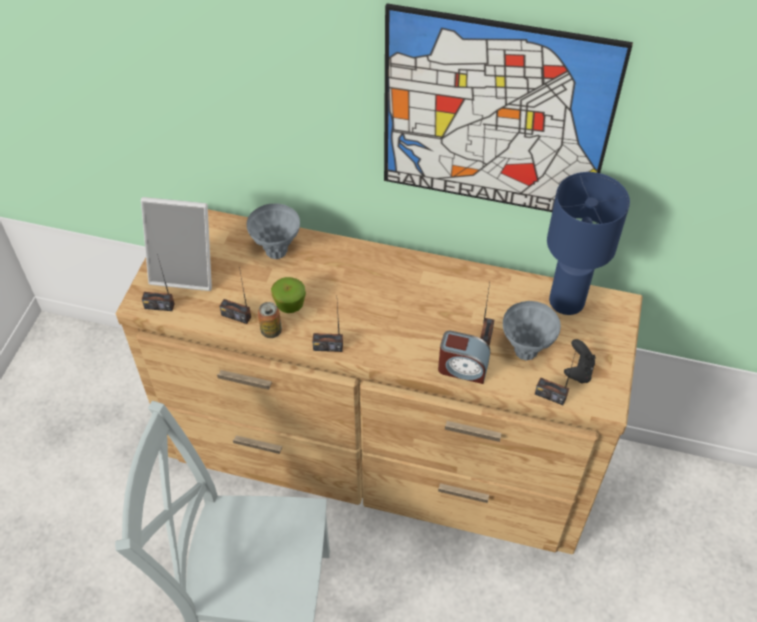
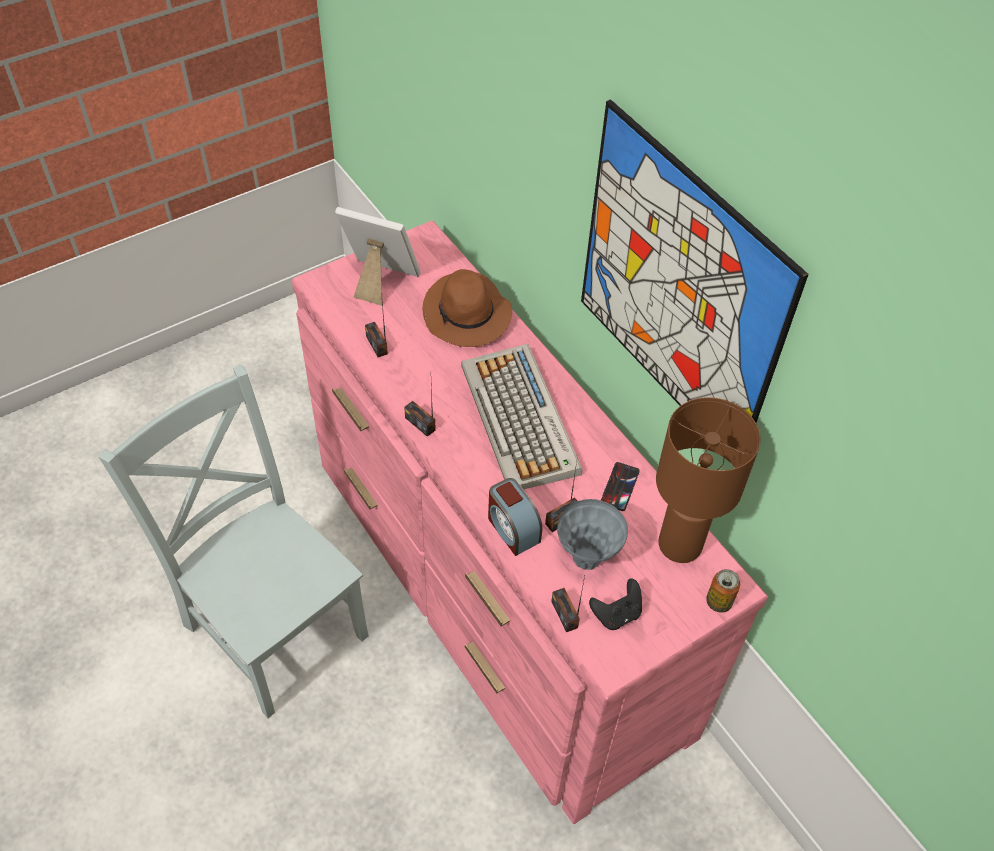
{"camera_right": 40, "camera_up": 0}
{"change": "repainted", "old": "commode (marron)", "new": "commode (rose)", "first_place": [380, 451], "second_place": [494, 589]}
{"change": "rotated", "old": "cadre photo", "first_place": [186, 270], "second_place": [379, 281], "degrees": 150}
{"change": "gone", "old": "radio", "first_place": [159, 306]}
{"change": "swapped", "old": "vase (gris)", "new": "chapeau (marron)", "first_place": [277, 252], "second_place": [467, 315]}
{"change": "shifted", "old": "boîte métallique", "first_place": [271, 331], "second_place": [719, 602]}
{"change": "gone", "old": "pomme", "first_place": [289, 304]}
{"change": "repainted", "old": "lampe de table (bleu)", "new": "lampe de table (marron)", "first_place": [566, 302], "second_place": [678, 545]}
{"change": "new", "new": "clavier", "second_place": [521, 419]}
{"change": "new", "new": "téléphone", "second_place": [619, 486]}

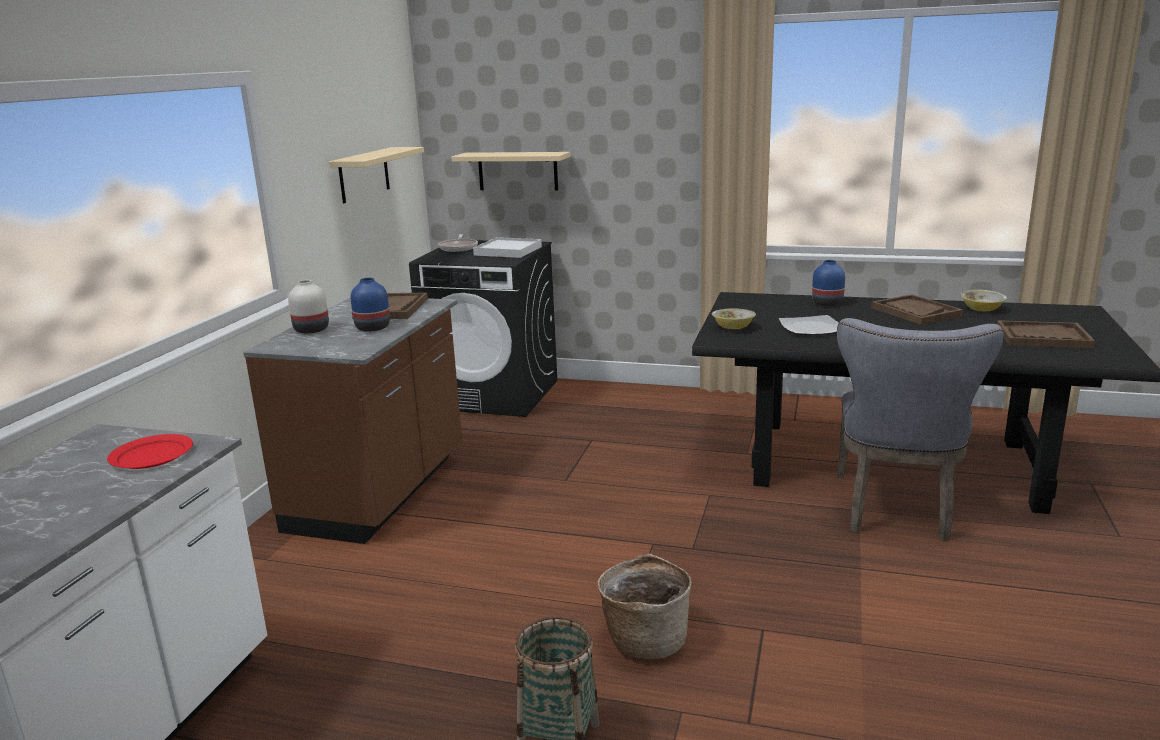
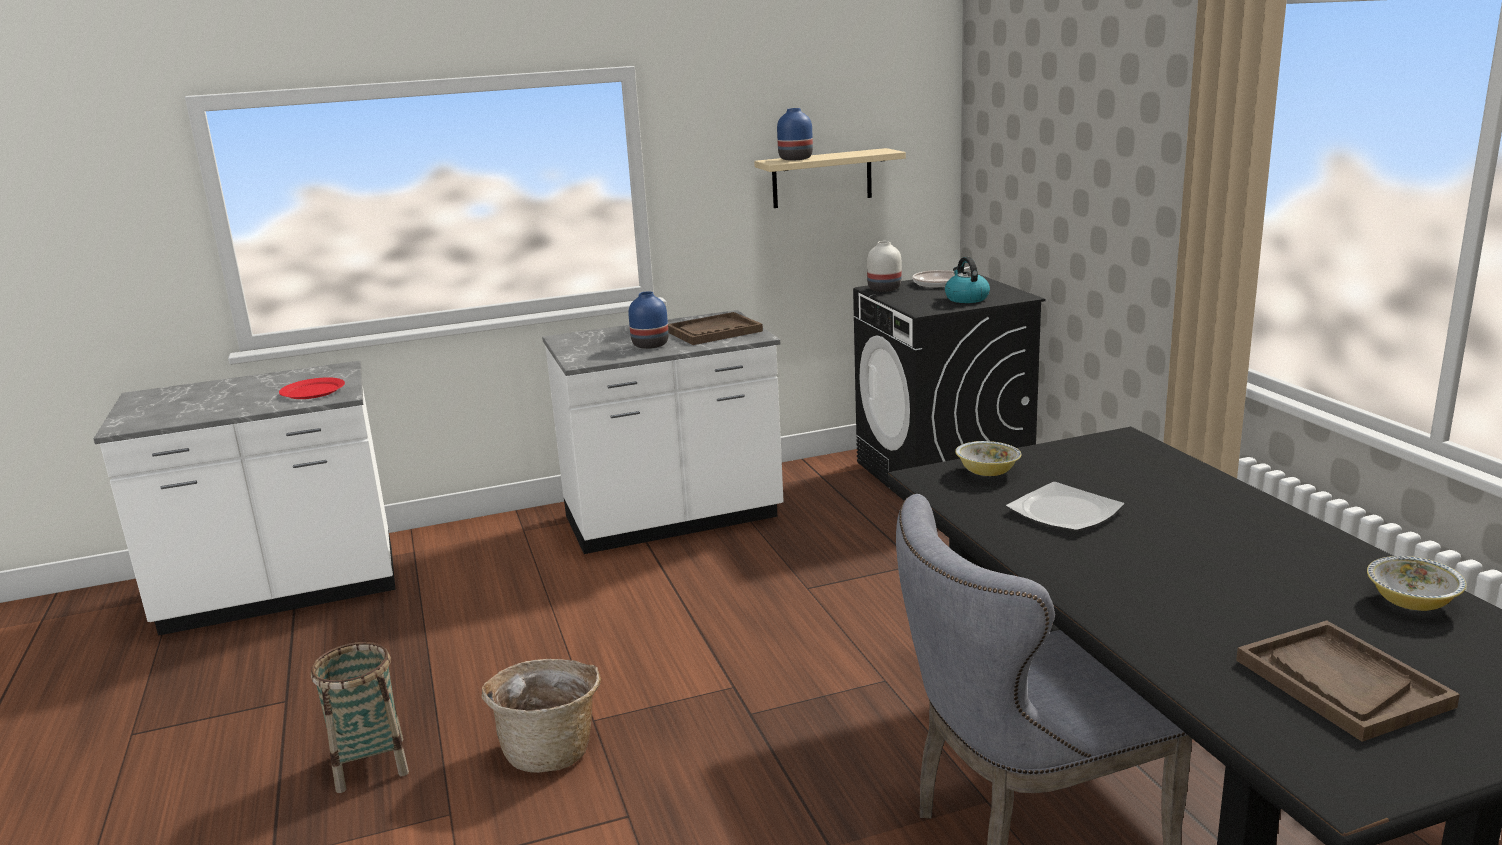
{"camera_right": 55, "camera_up": 0}
{"change": "repainted", "old": "comptoir de cuisine (marron)", "new": "comptoir de cuisine (blanc)", "first_place": [380, 493], "second_place": [673, 520]}
{"change": "shifted", "old": "vase (blanc)", "first_place": [312, 330], "second_place": [884, 289]}
{"change": "gone", "old": "étagère (beige)", "first_place": [517, 171]}
{"change": "swapped", "old": "plateau (blanc)", "new": "bouilloire", "first_place": [508, 251], "second_place": [966, 298]}
{"change": "shifted", "old": "vase (bleu)", "first_place": [826, 303], "second_place": [795, 158]}
{"change": "gone", "old": "plateau (marron)", "first_place": [915, 312]}

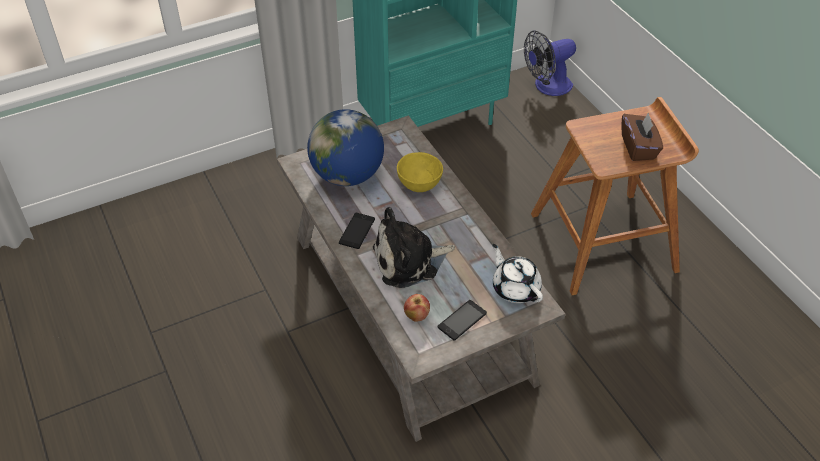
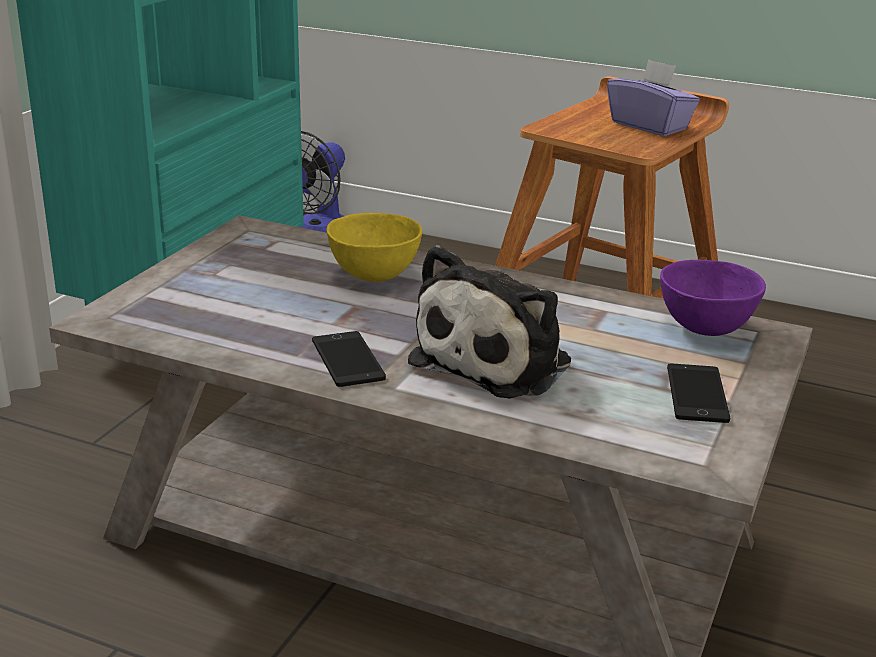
{"camera_right": -40, "camera_up": -20}
{"change": "gone", "old": "globe", "first_place": [347, 175]}
{"change": "gone", "old": "pomme", "first_place": [416, 316]}
{"change": "swapped", "old": "théière (blanc)", "new": "bol (violet)", "first_place": [515, 288], "second_place": [704, 328]}
{"change": "repainted", "old": "boîte à mouchoirs (marron)", "new": "boîte à mouchoirs (violet)", "first_place": [638, 148], "second_place": [649, 126]}

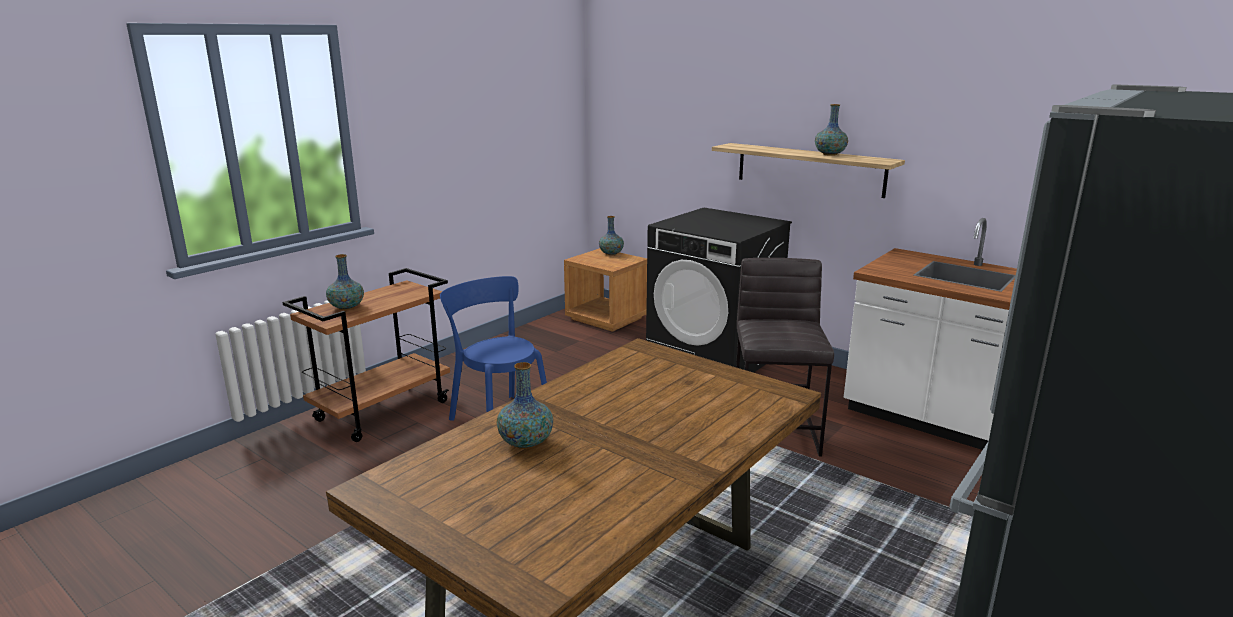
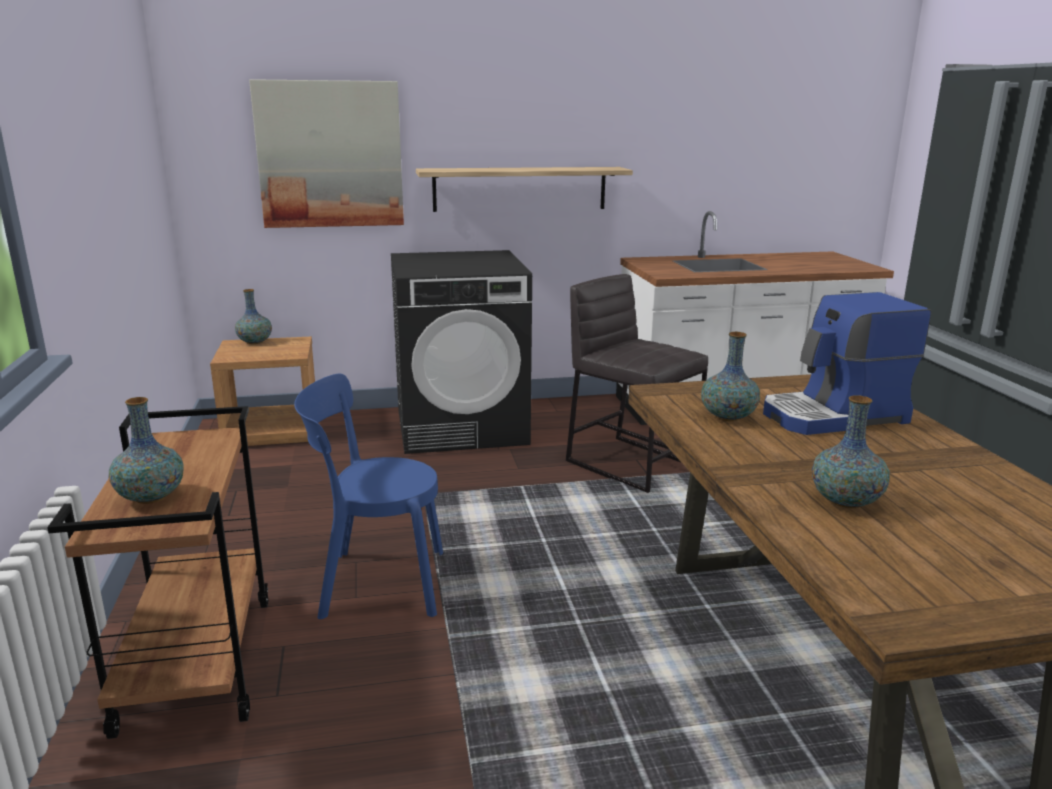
{"camera_right": -50, "camera_up": 0}
{"change": "shifted", "old": "vase", "first_place": [829, 154], "second_place": [727, 417]}
{"change": "new", "new": "tableau", "second_place": [330, 155]}
{"change": "new", "new": "machine à café", "second_place": [834, 416]}

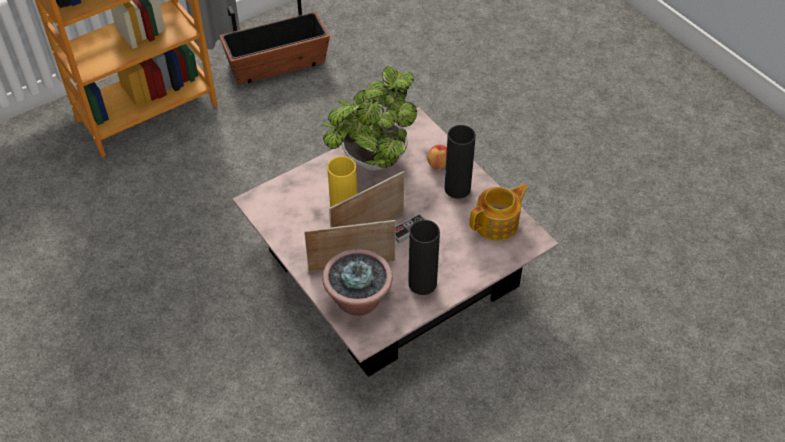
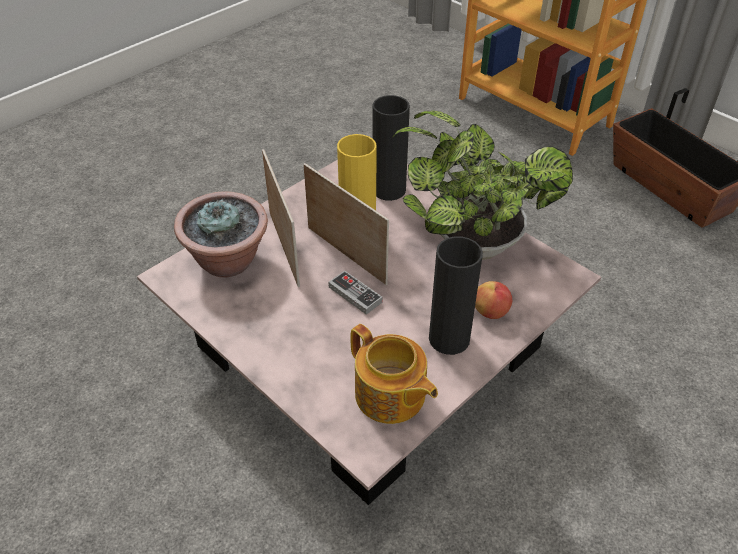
{"camera_right": 80, "camera_up": -5}
{"change": "shifted", "old": "vase (noir)", "first_place": [422, 283], "second_place": [389, 190]}

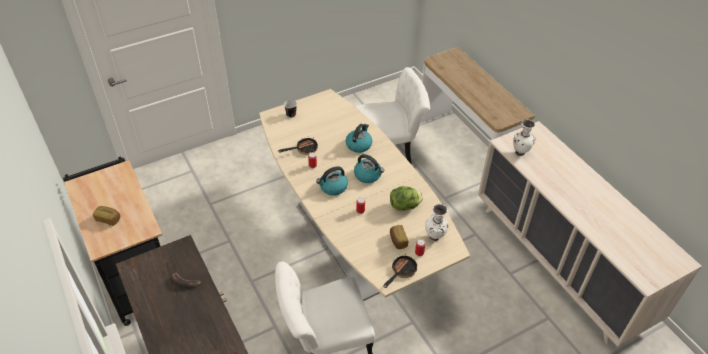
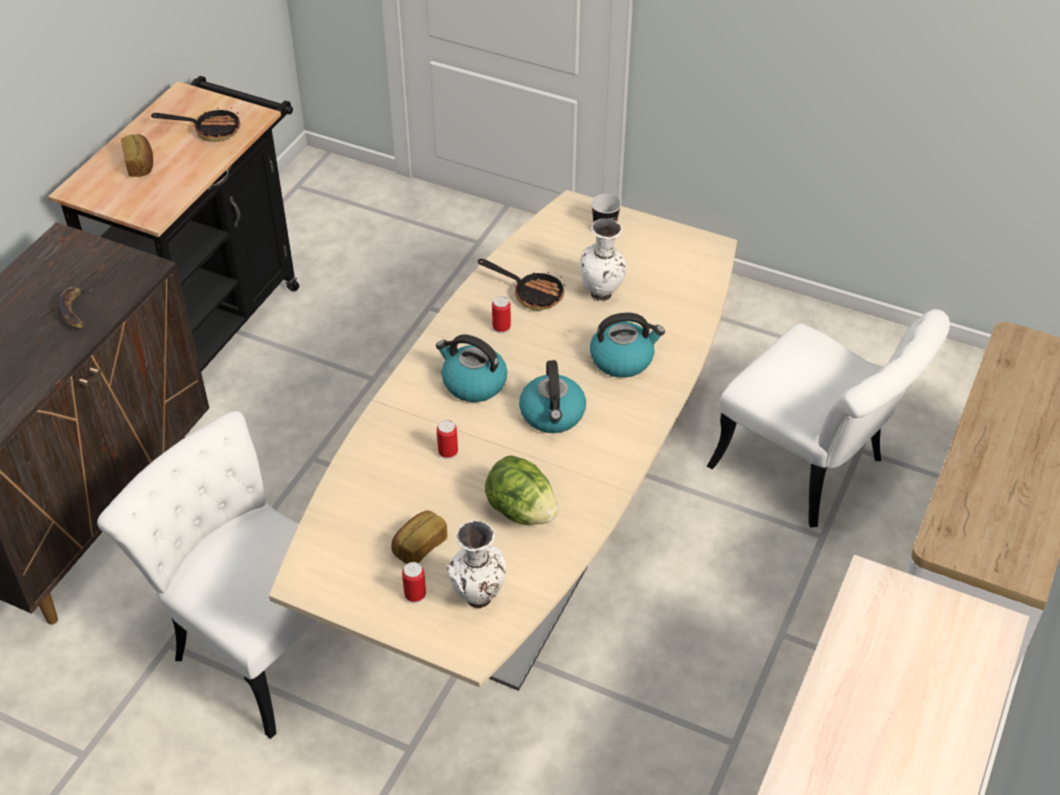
{"camera_right": 55, "camera_up": 0}
{"change": "shifted", "old": "poêle", "first_place": [401, 271], "second_place": [210, 130]}
{"change": "shifted", "old": "vase (blanc)", "first_place": [520, 152], "second_place": [602, 295]}

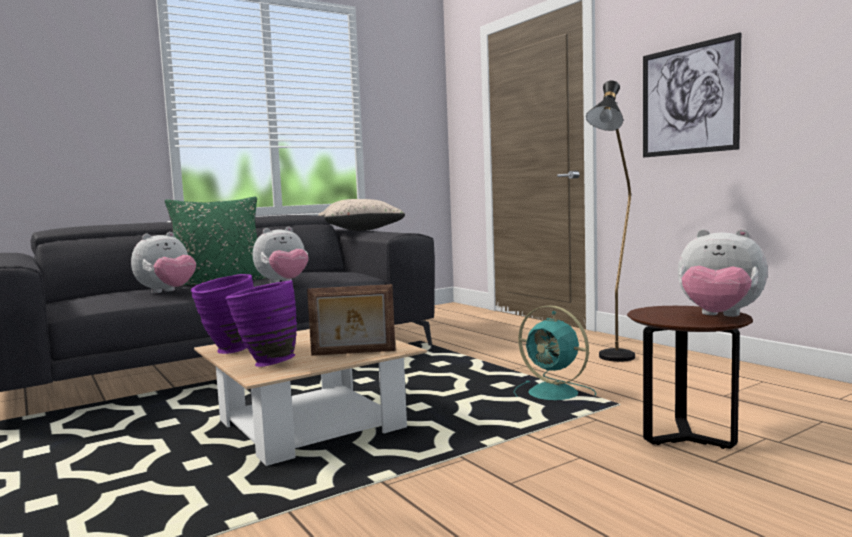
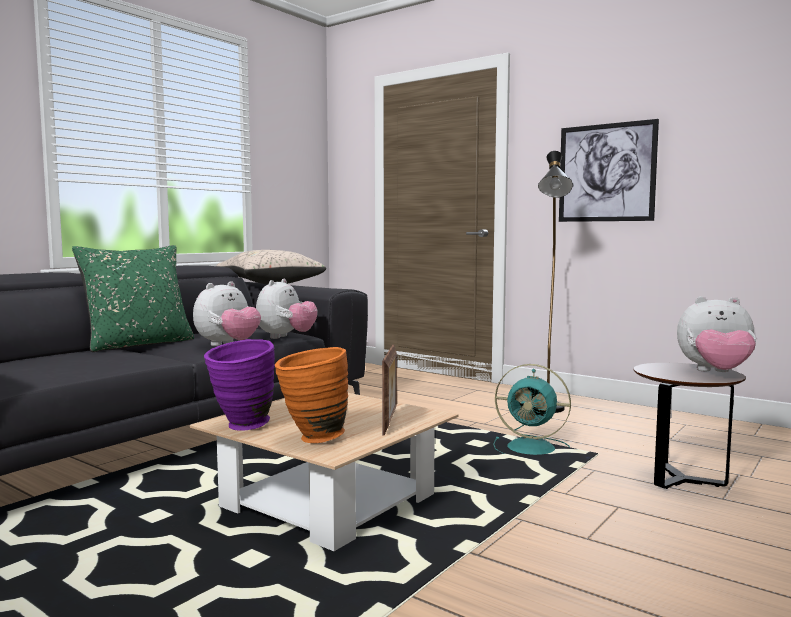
{"camera_right": -20, "camera_up": 0}
{"change": "shifted", "old": "peluche", "first_place": [167, 292], "second_place": [286, 337]}
{"change": "repainted", "old": "vase (violet)", "new": "vase (orange)", "first_place": [265, 363], "second_place": [312, 439]}
{"change": "rotated", "old": "cadre photo", "first_place": [353, 353], "second_place": [390, 421], "degrees": -60}

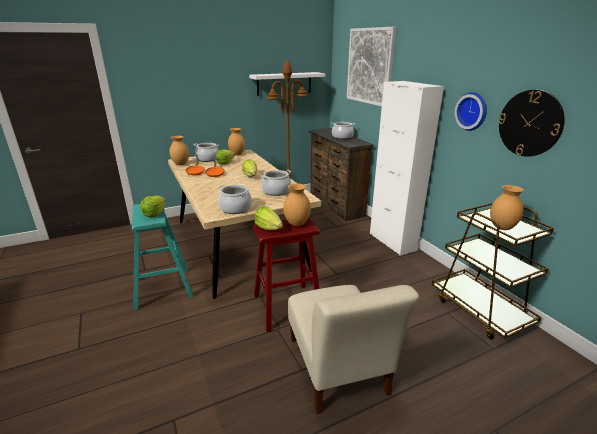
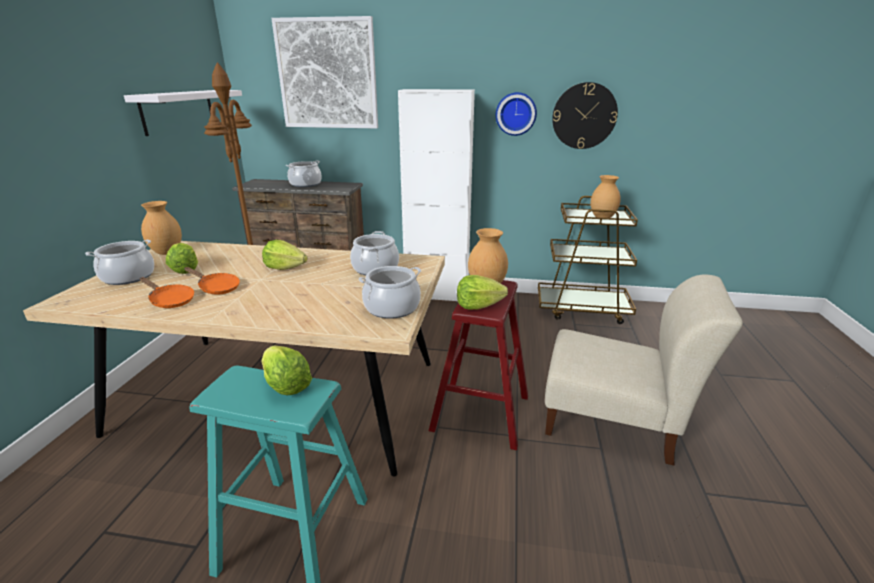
{"camera_right": -55, "camera_up": 0}
{"change": "gone", "old": "vase (marron)", "first_place": [181, 164]}

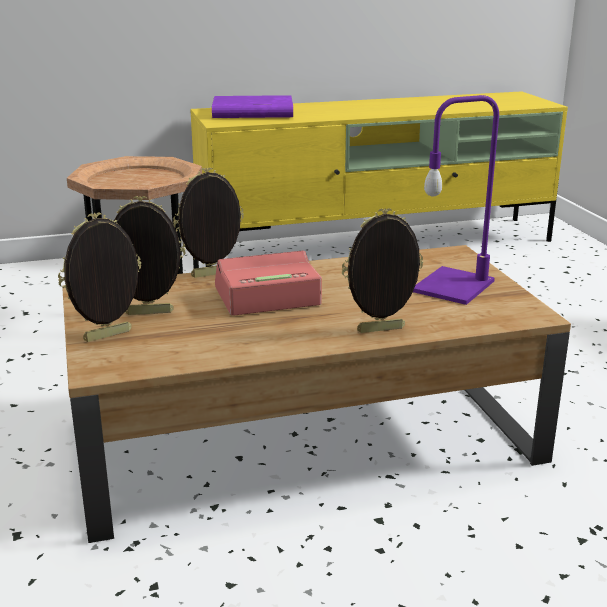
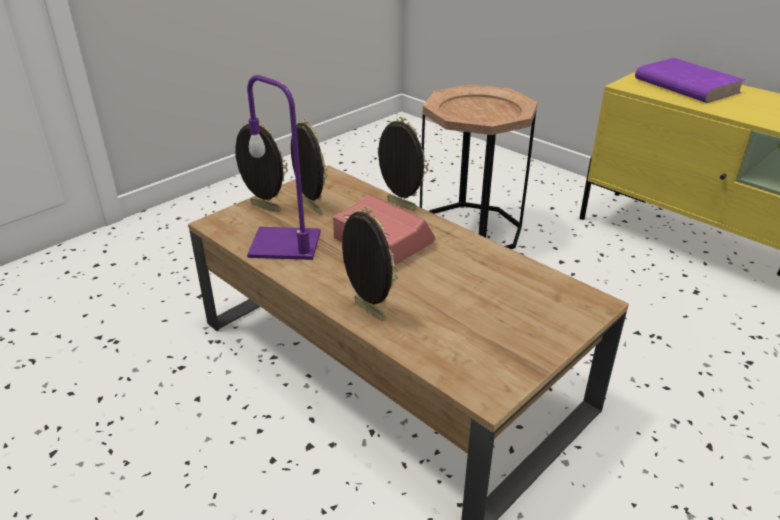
{"camera_right": 60, "camera_up": 10}
{"change": "shifted", "old": "lampe de table (violet)", "first_place": [453, 285], "second_place": [287, 243]}

